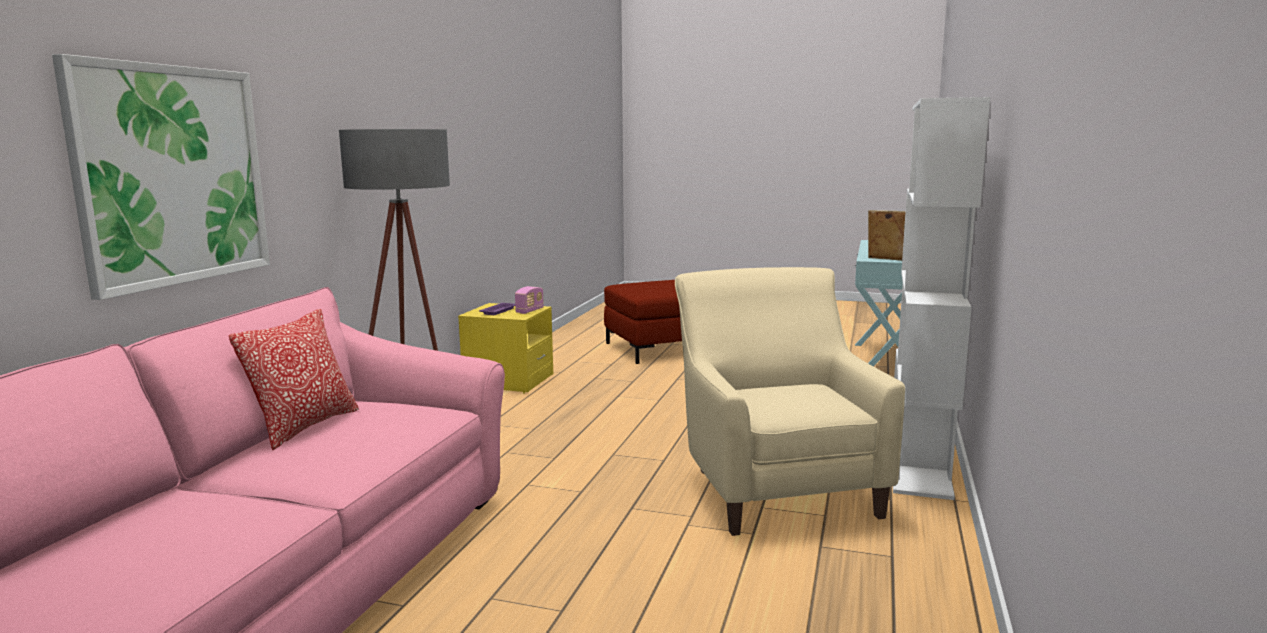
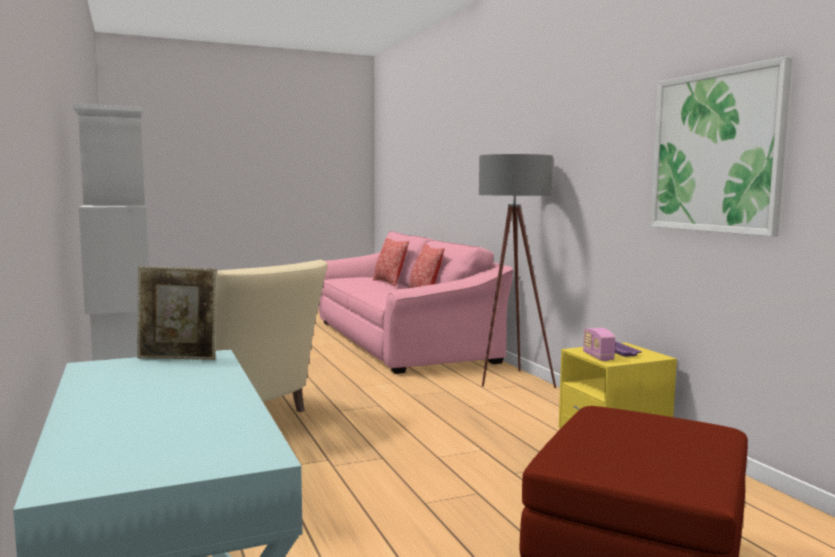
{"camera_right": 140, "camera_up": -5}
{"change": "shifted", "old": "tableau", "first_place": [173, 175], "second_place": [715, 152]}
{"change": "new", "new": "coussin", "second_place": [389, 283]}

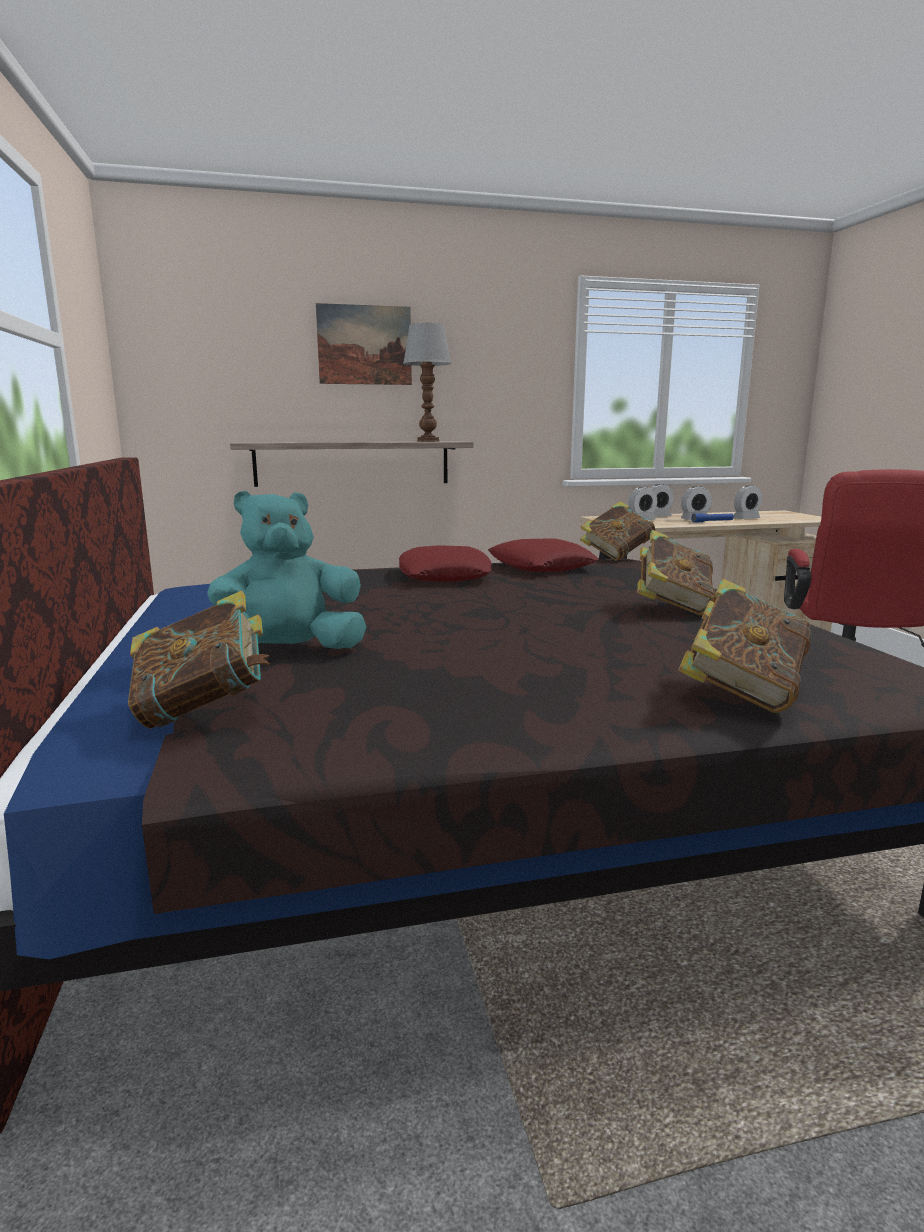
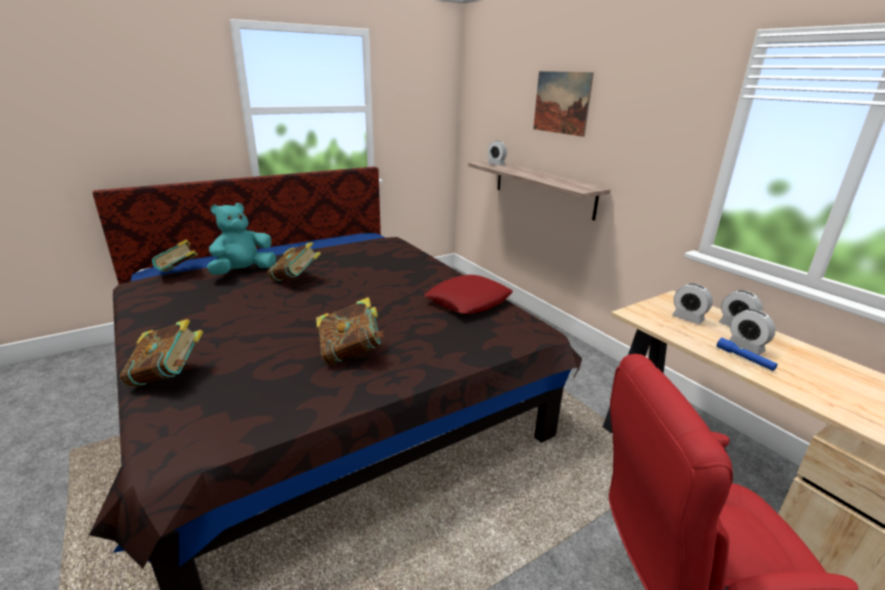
{"camera_right": 70, "camera_up": 10}
{"change": "rotated", "old": "peluche (turquoise)", "first_place": [287, 653], "second_place": [243, 271], "degrees": -90}
{"change": "gone", "old": "coussin (rouge)", "first_place": [444, 575]}
{"change": "gone", "old": "lampe de table", "first_place": [428, 441]}
{"change": "shifted", "old": "livre", "first_place": [616, 556], "second_place": [296, 280]}
{"change": "shifted", "old": "réveil", "first_place": [746, 518], "second_place": [496, 164]}

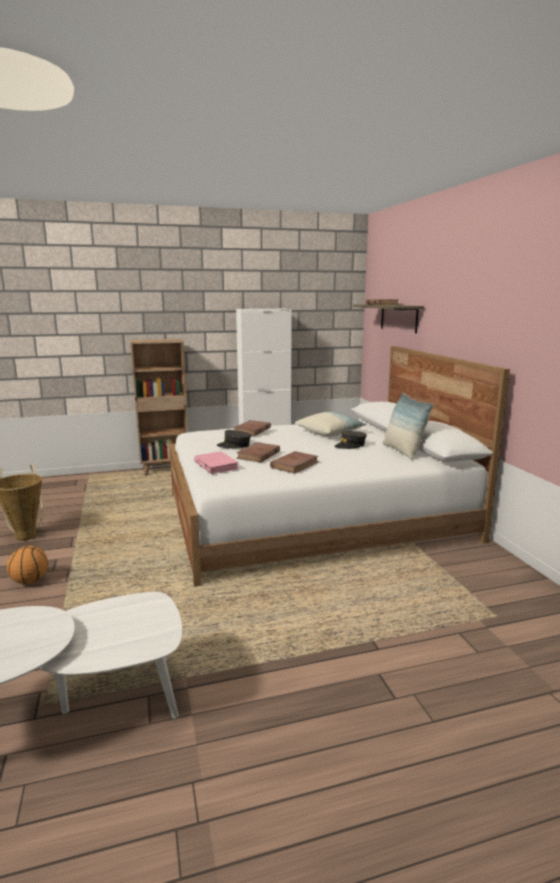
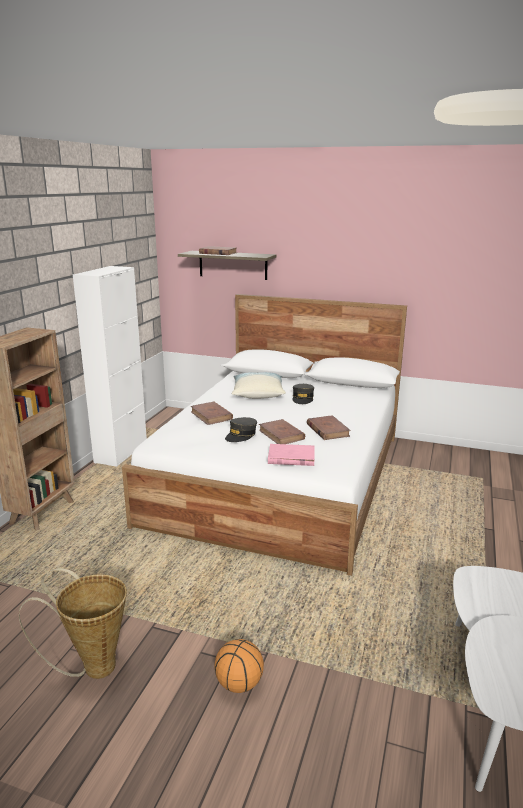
{"camera_right": -55, "camera_up": 5}
{"change": "gone", "old": "coussin", "first_place": [403, 451]}

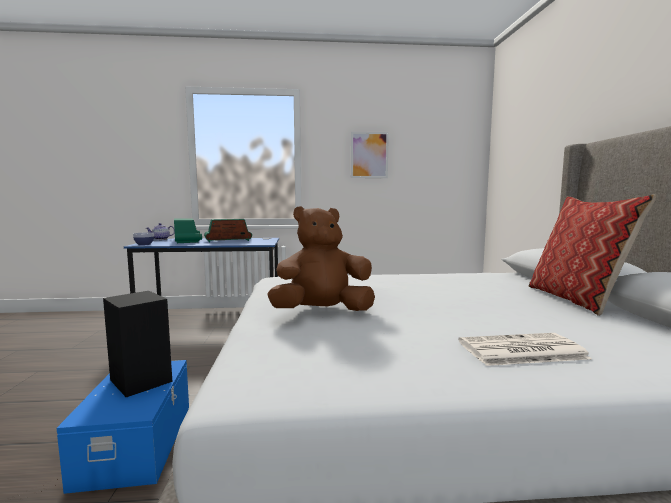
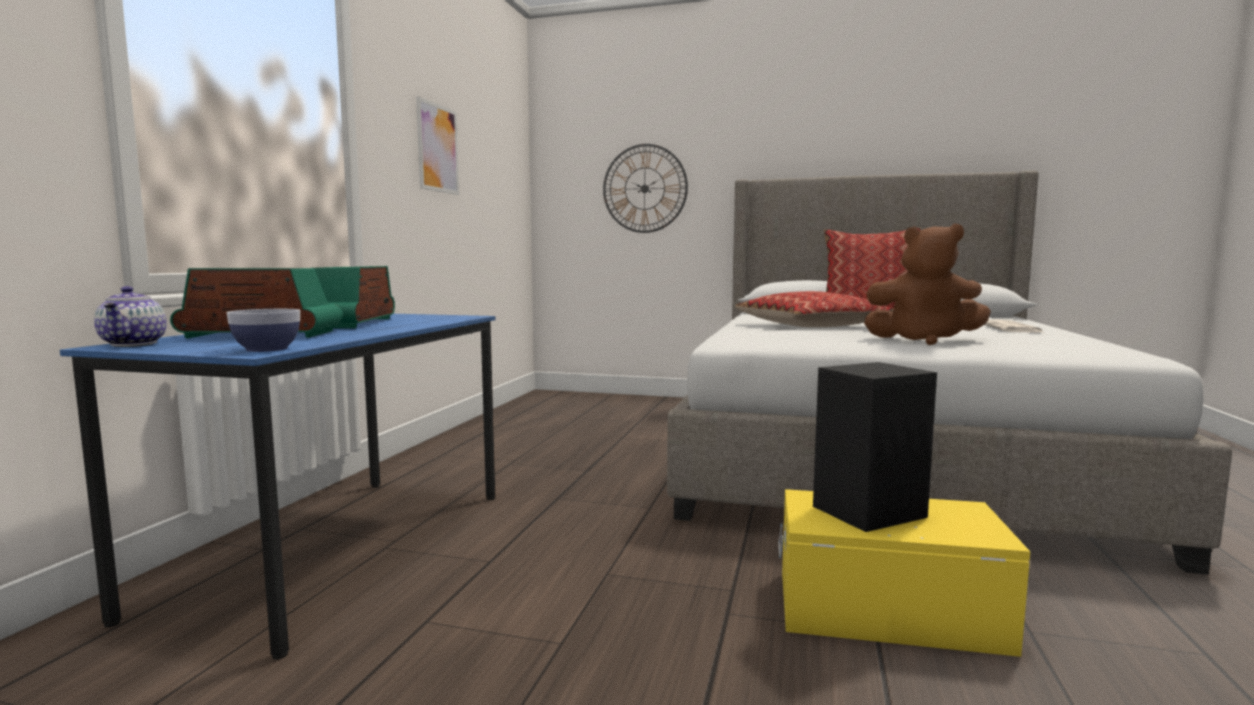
{"camera_right": -70, "camera_up": 0}
{"change": "repainted", "old": "boîte de rangement (bleu)", "new": "boîte de rangement (jaune)", "first_place": [139, 442], "second_place": [886, 608]}
{"change": "rotated", "old": "peluche (marron)", "first_place": [323, 312], "second_place": [923, 340], "degrees": -75}
{"change": "new", "new": "horloge murale", "second_place": [644, 188]}
{"change": "new", "new": "coussin", "second_place": [810, 326]}

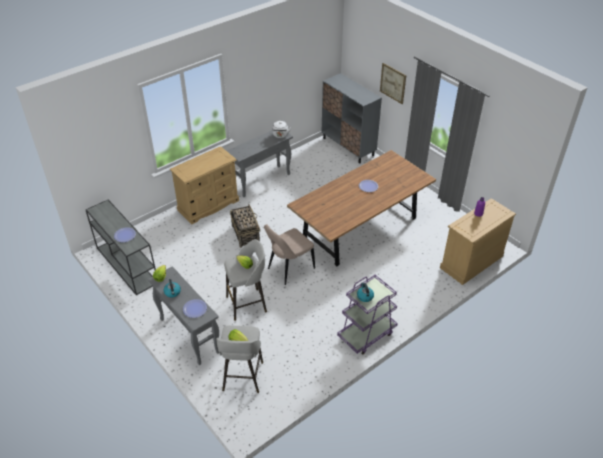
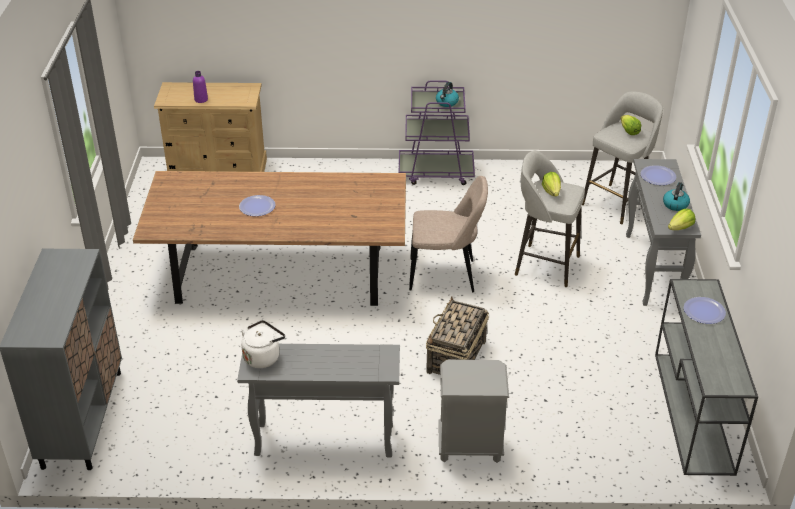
{"camera_right": -140, "camera_up": -5}
{"change": "swapped", "old": "commode (beige)", "new": "table de chevet (gris)", "first_place": [208, 205], "second_place": [469, 446]}
{"change": "gone", "old": "tableau", "first_place": [393, 83]}

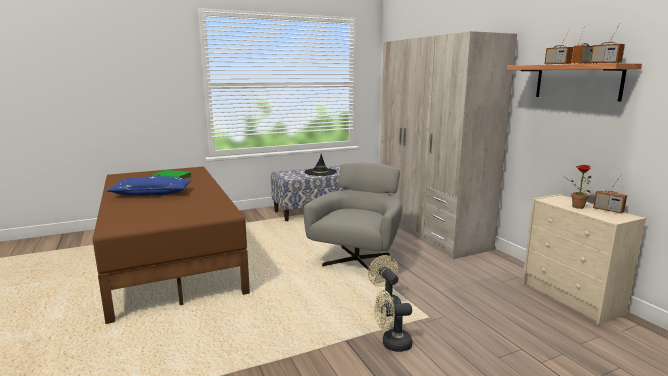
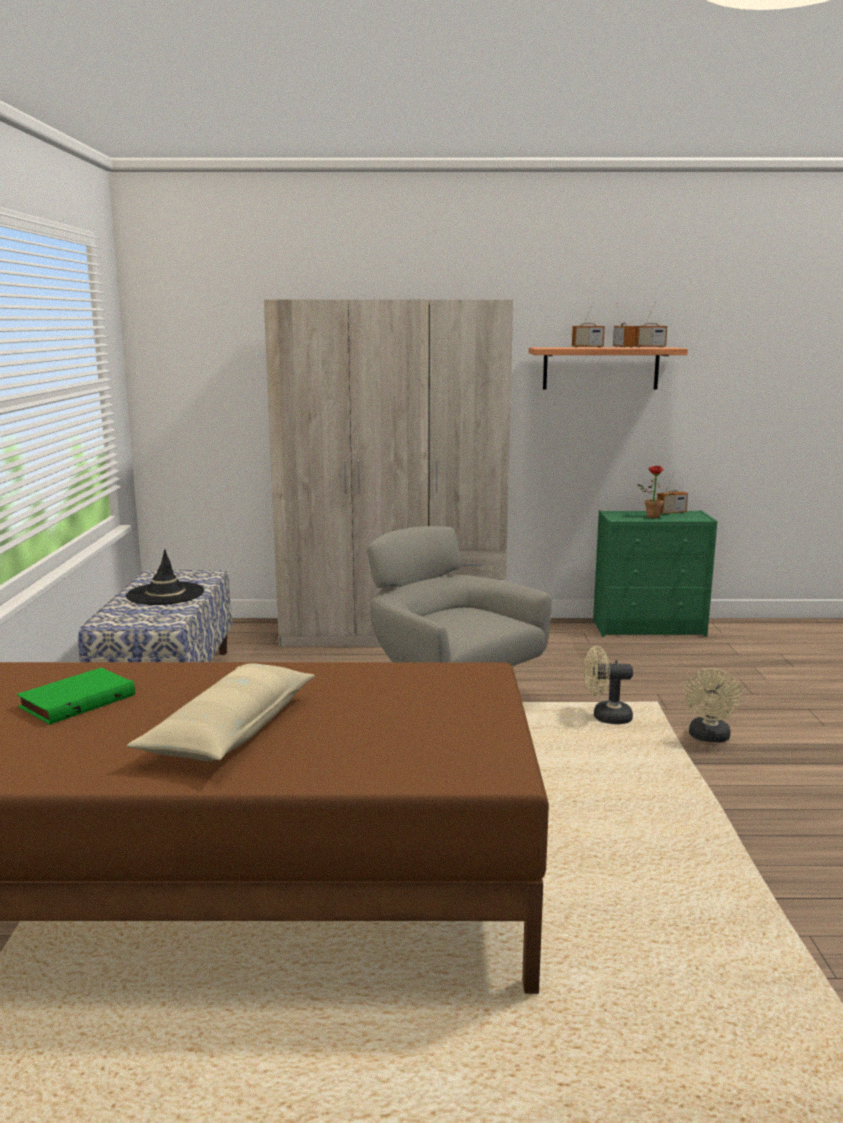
{"camera_right": -65, "camera_up": 0}
{"change": "repainted", "old": "coussin (bleu)", "new": "coussin (beige)", "first_place": [152, 194], "second_place": [231, 730]}
{"change": "repainted", "old": "commode (beige)", "new": "commode (vert)", "first_place": [572, 299], "second_place": [650, 628]}

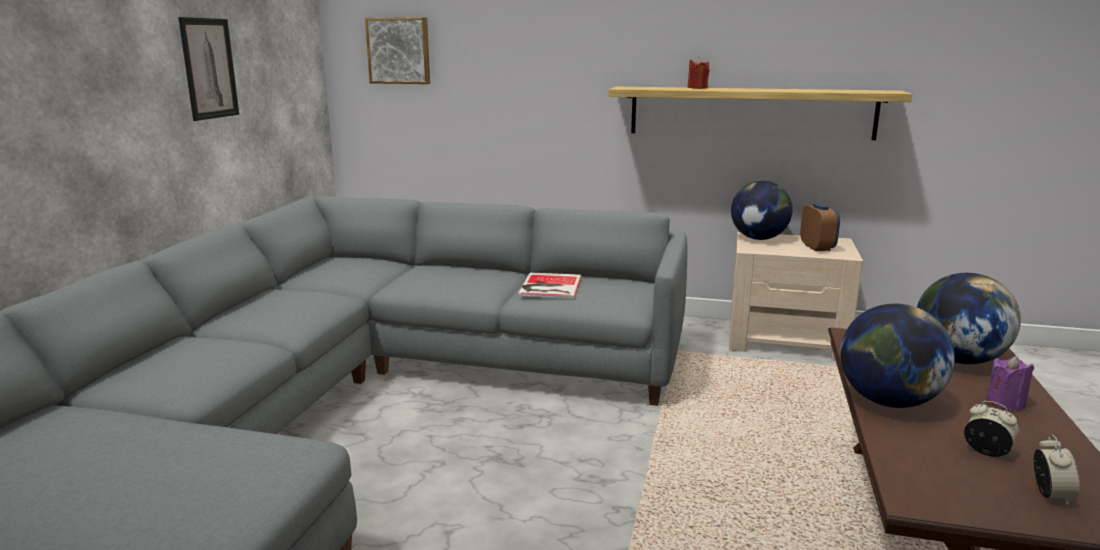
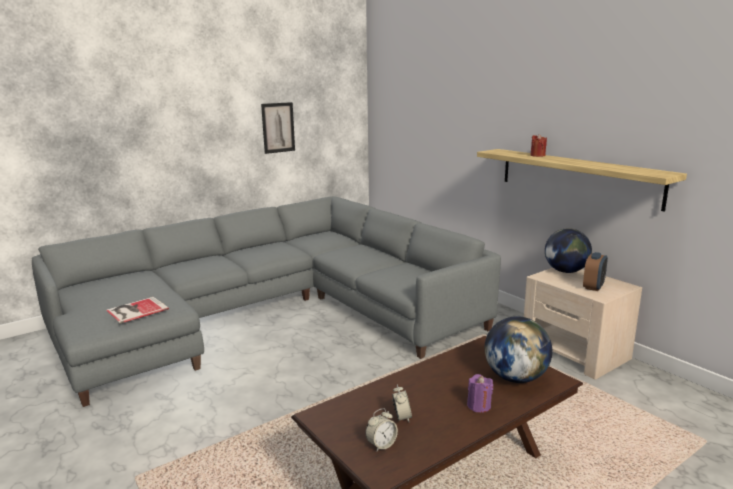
{"camera_right": 40, "camera_up": 0}
{"change": "gone", "old": "tableau", "first_place": [399, 51]}
{"change": "shifted", "old": "livre", "first_place": [549, 286], "second_place": [135, 310]}
{"change": "gone", "old": "globe", "first_place": [888, 402]}

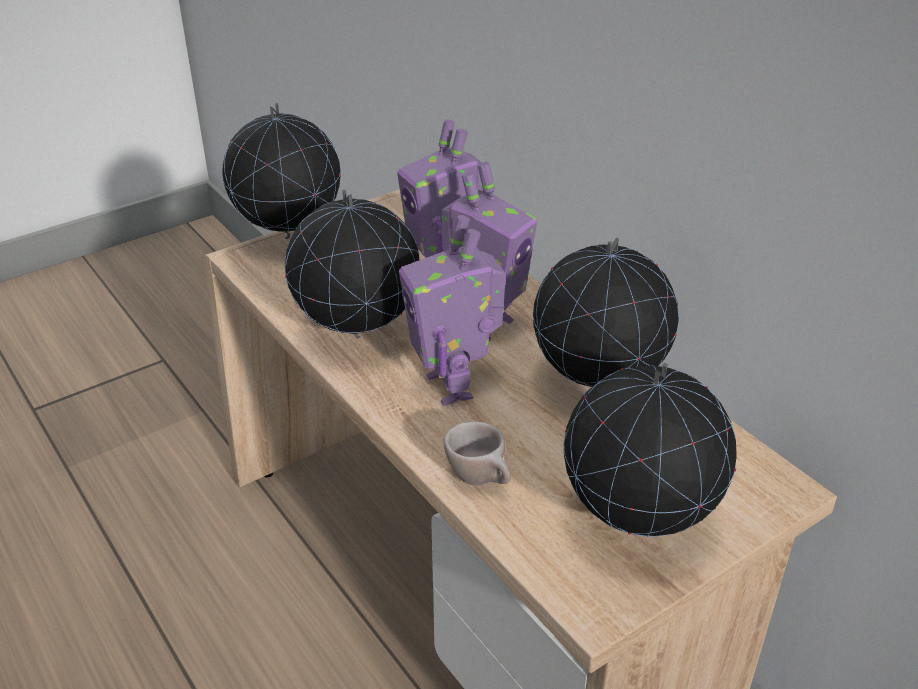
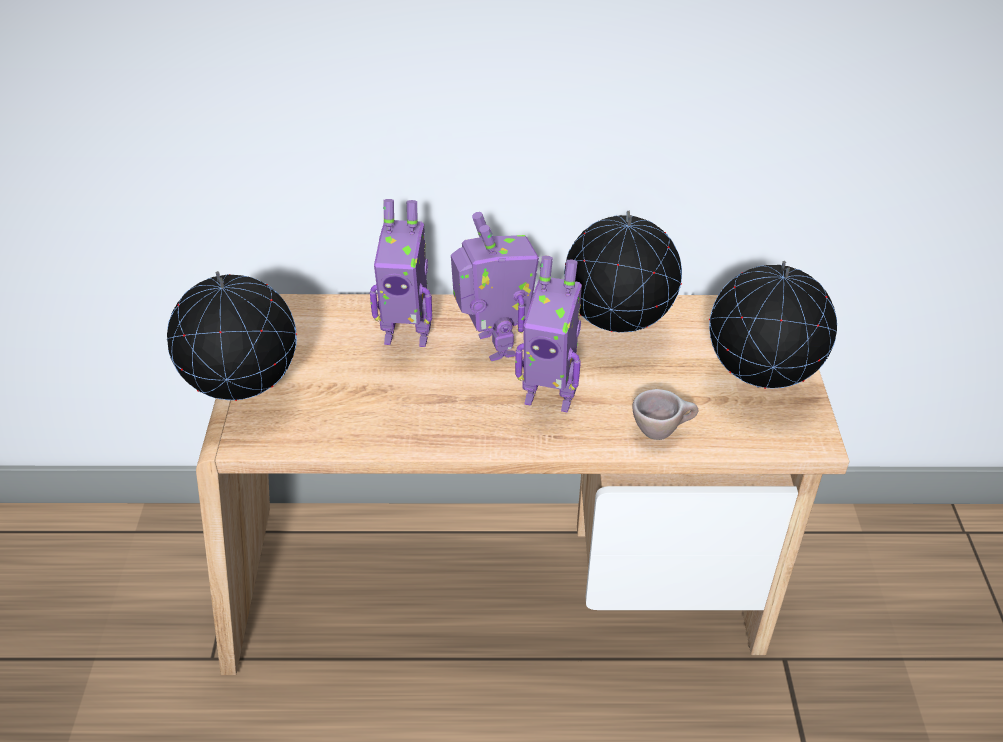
{"camera_right": -55, "camera_up": 5}
{"change": "gone", "old": "globe", "first_place": [358, 335]}

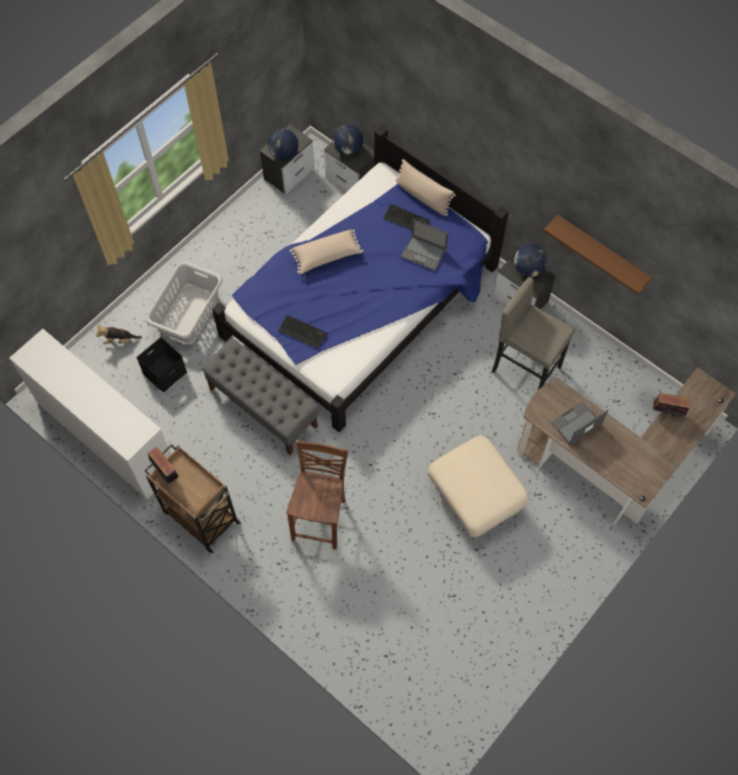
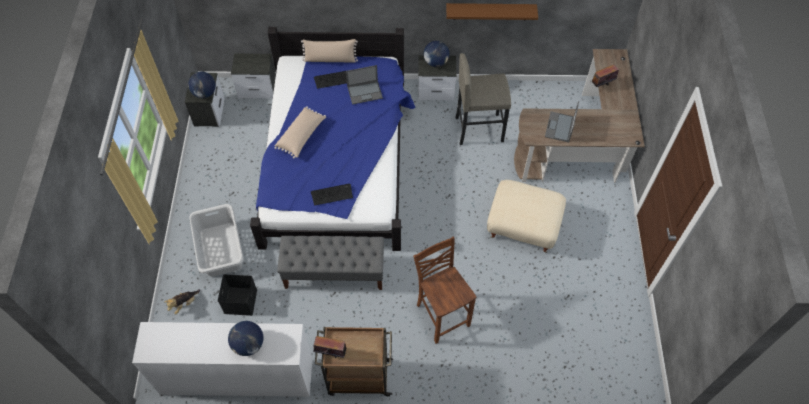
{"camera_right": -40, "camera_up": -5}
{"change": "shifted", "old": "globe", "first_place": [348, 149], "second_place": [249, 344]}

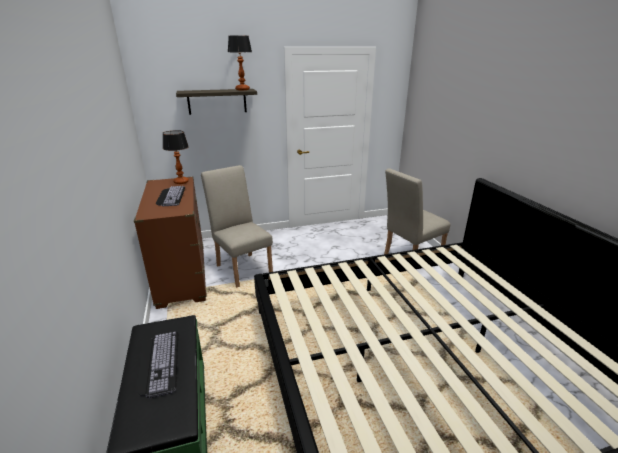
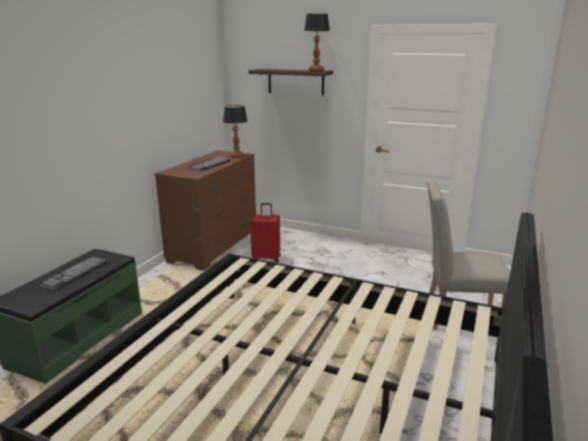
{"camera_right": 40, "camera_up": -5}
{"change": "swapped", "old": "chaise (beige)", "new": "valise (rouge)", "first_place": [242, 267], "second_place": [266, 258]}

